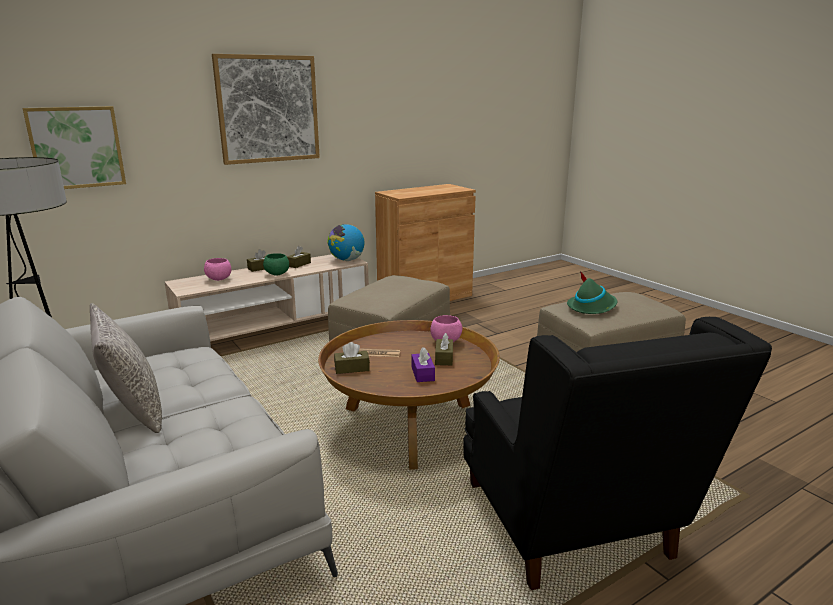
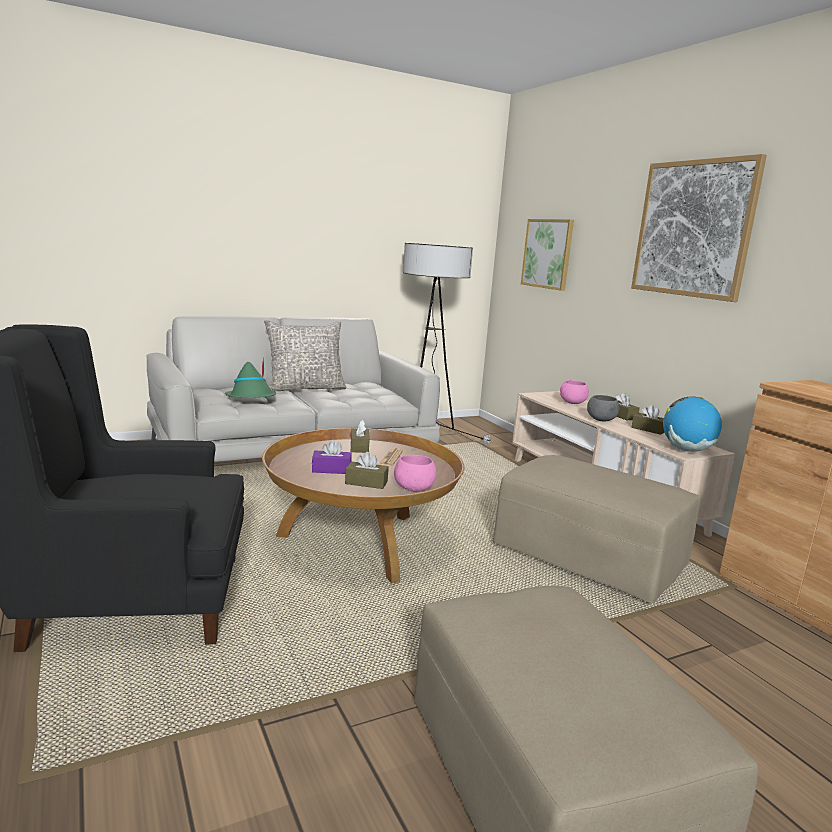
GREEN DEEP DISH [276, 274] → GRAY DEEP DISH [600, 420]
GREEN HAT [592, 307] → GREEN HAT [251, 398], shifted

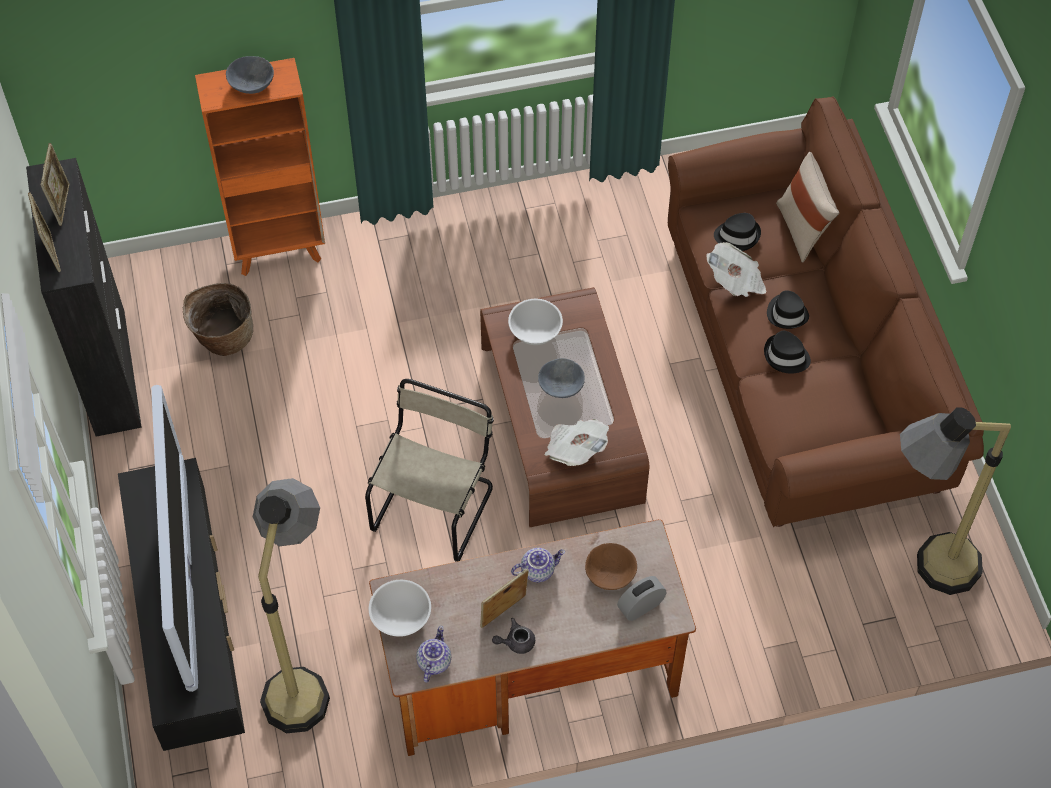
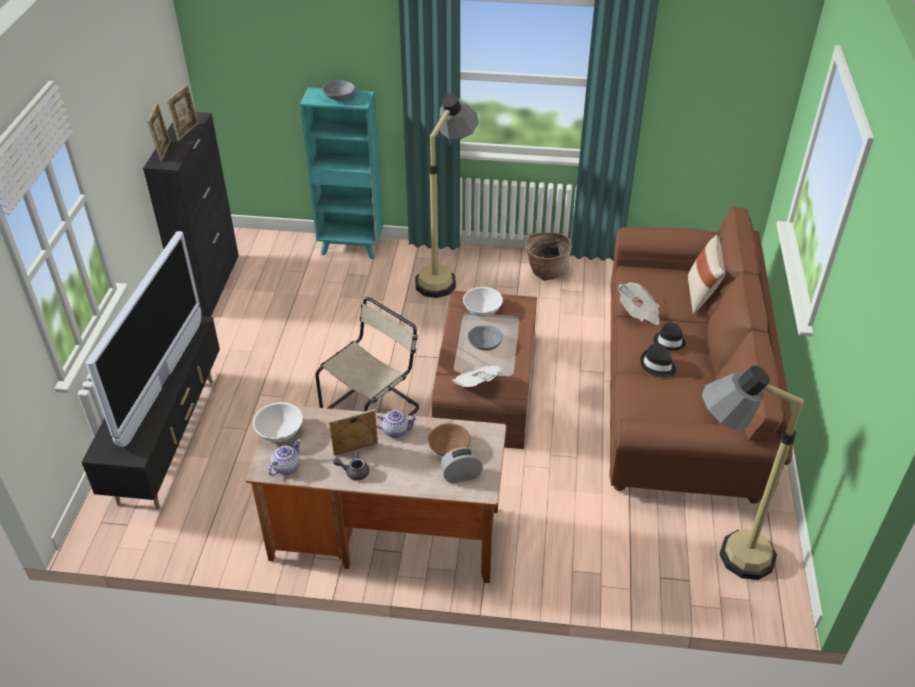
BASKET [223, 337] → BASKET [546, 271], shifted
ORANGE-COLOURED BOOKSHELF [280, 250] → BLUE-GREEN BOOKSHELF [351, 247]
STANDING LAMP [303, 672] → STANDING LAMP [445, 274], shifted
BLACK-COLOURED HAT [737, 235] → -

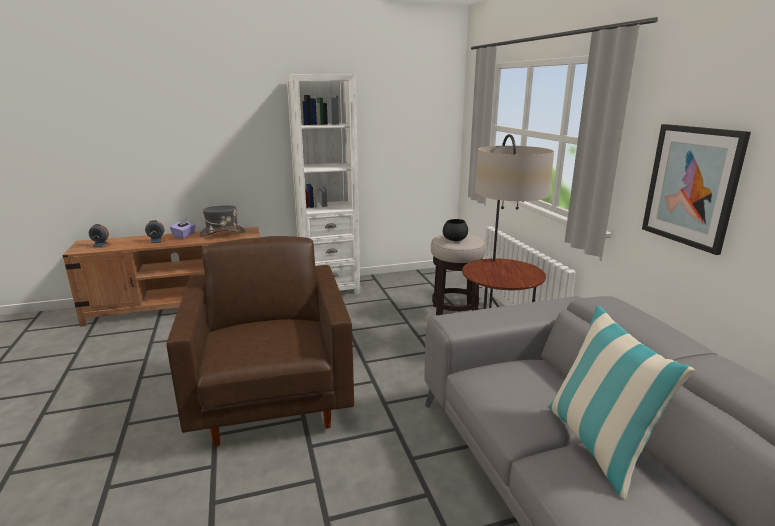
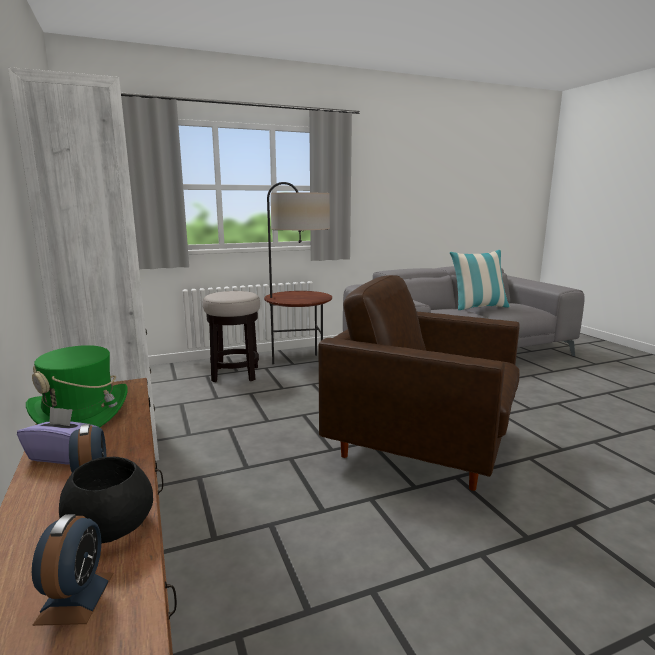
BROWN LOUNGE CHAIR [272, 399] → BROWN LOUNGE CHAIR [422, 446], 45 degrees clockwise
GRAY HAT [222, 233] → GREEN HAT [82, 413]
BLACK-COLOURED DEEP DISH [455, 239] → BLACK-COLOURED DEEP DISH [109, 526], shifted
PICTURE [691, 186] → -

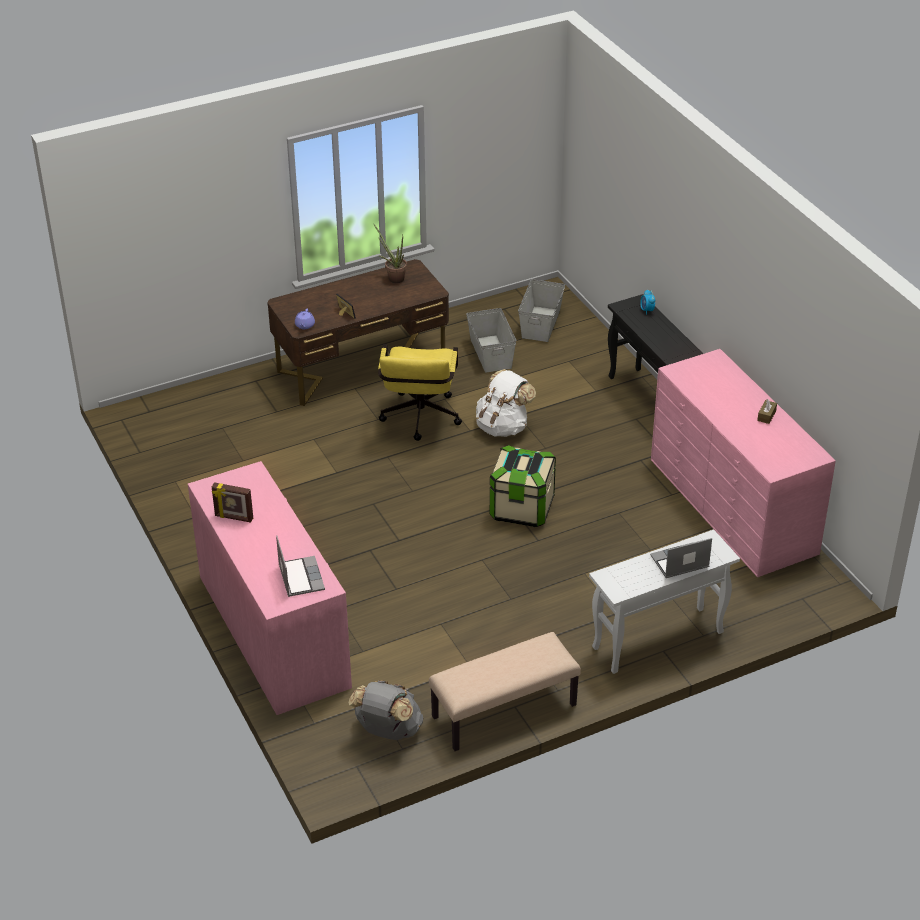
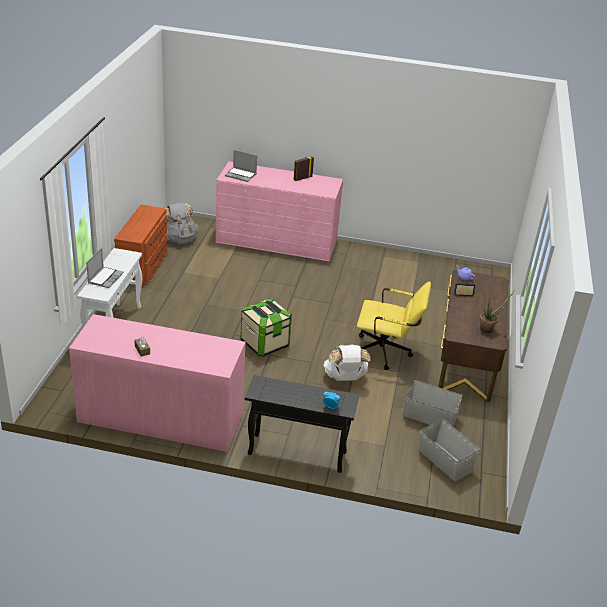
YELLOW-COLOURED OFFICE CHAIR [420, 420] → YELLOW-COLOURED OFFICE CHAIR [387, 352], 150 degrees clockwise
BEIGE-COLOURED INDOOR BENCH [504, 712] → BROWN DRESSER [144, 267]

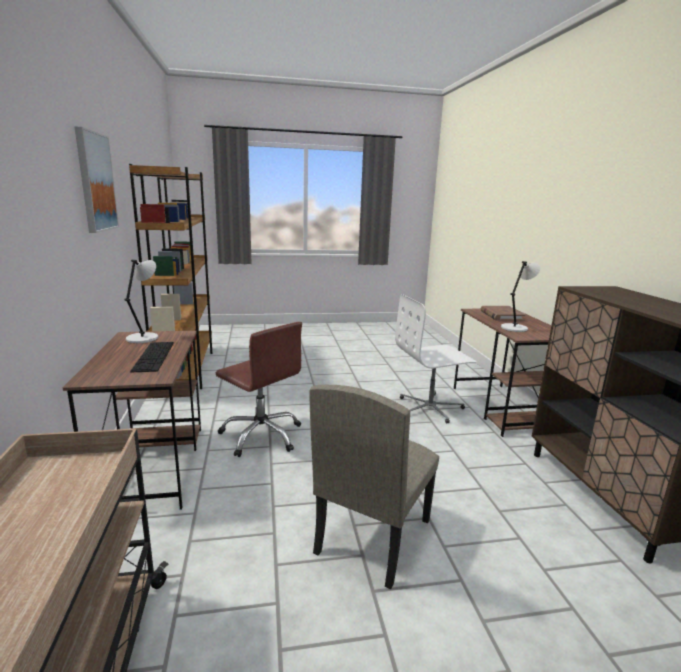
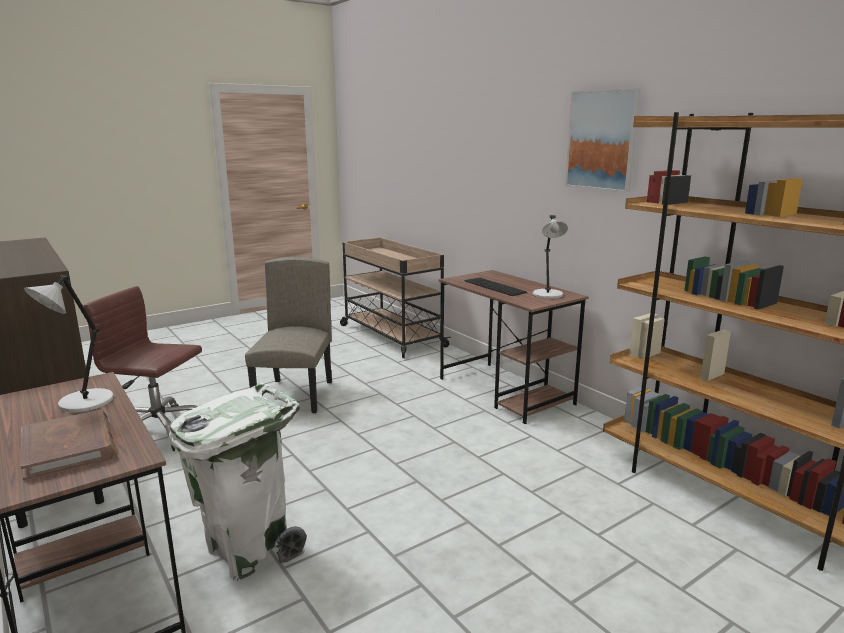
BROWN OFFICE CHAIR [262, 435] → BROWN OFFICE CHAIR [159, 431], shifted
WHITE-COLOURED OFFICE CHAIR [430, 408] → WHITE-COLOURED TRASH CAN [249, 550]

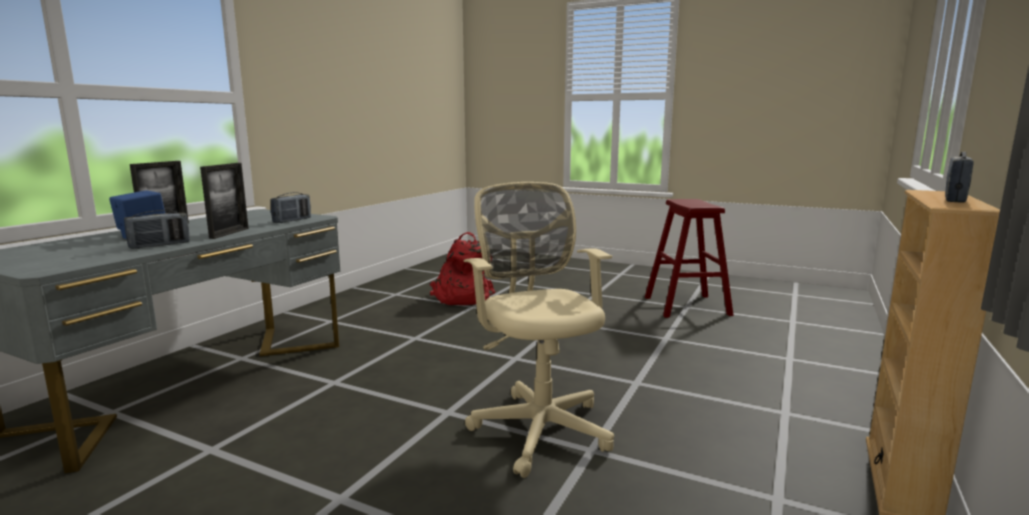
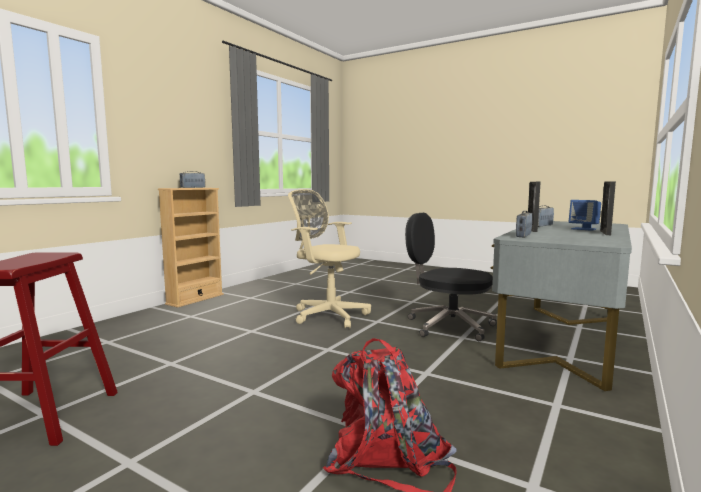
BEIGE-COLOURED OFFICE CHAIR [539, 426] → BEIGE-COLOURED OFFICE CHAIR [327, 315], 135 degrees clockwise
- → BLACK-COLOURED OFFICE CHAIR [448, 326]

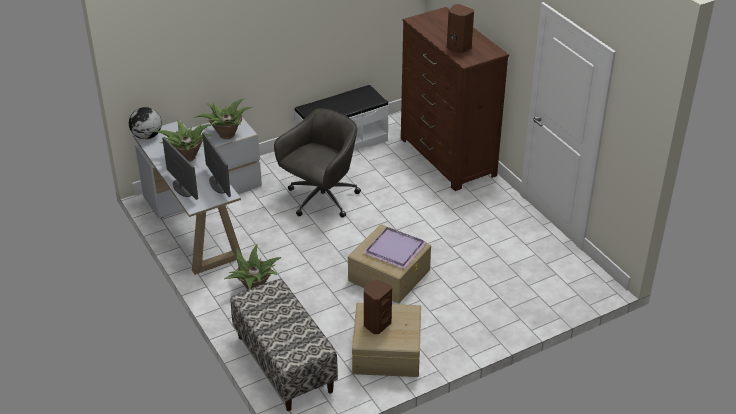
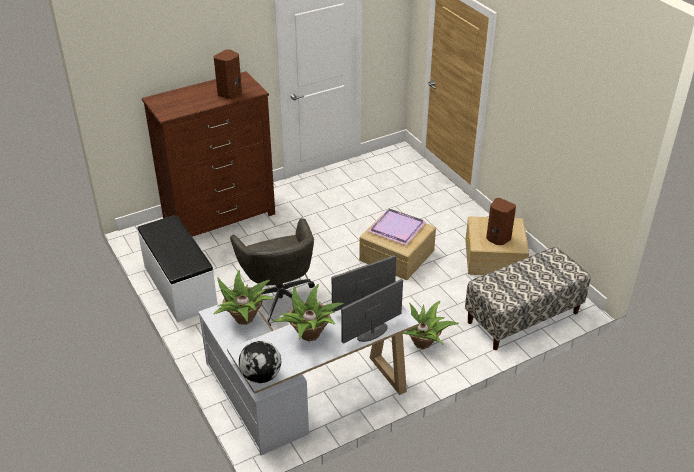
GRAY OFFICE CHAIR [321, 199] → GRAY OFFICE CHAIR [280, 300], 150 degrees counterclockwise

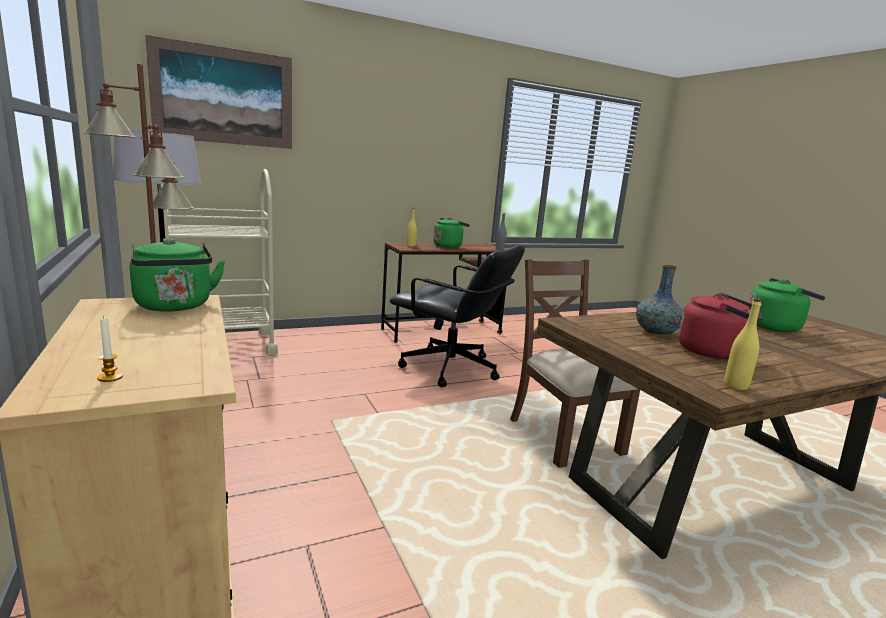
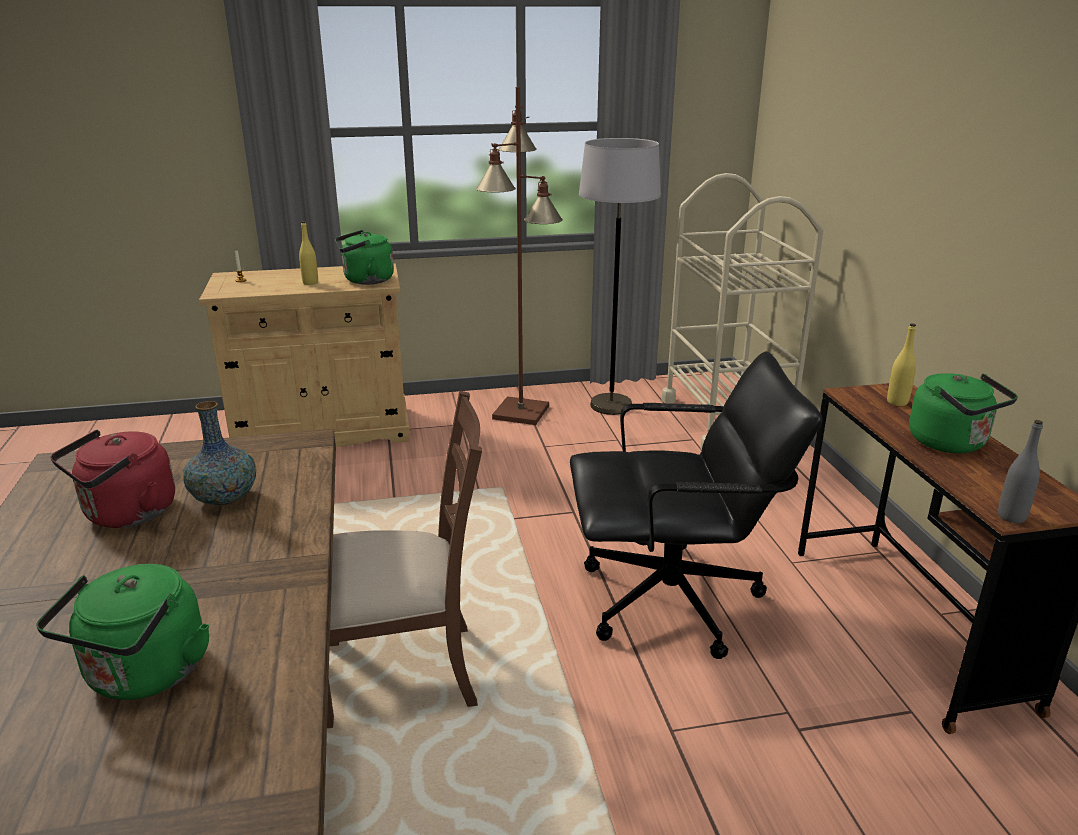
PICTURE [224, 96] → -
BLACK-COLOURED OFFICE CHAIR [451, 369] → BLACK-COLOURED OFFICE CHAIR [673, 601], 135 degrees counterclockwise
YELLOW-COLOURED BOTTLE [735, 386] → YELLOW-COLOURED BOTTLE [310, 283], shifted

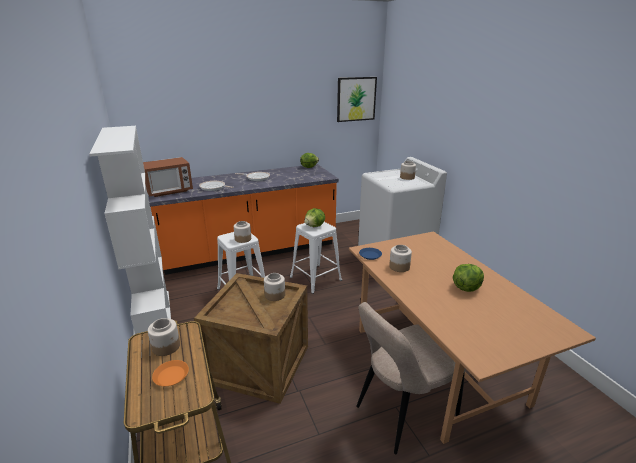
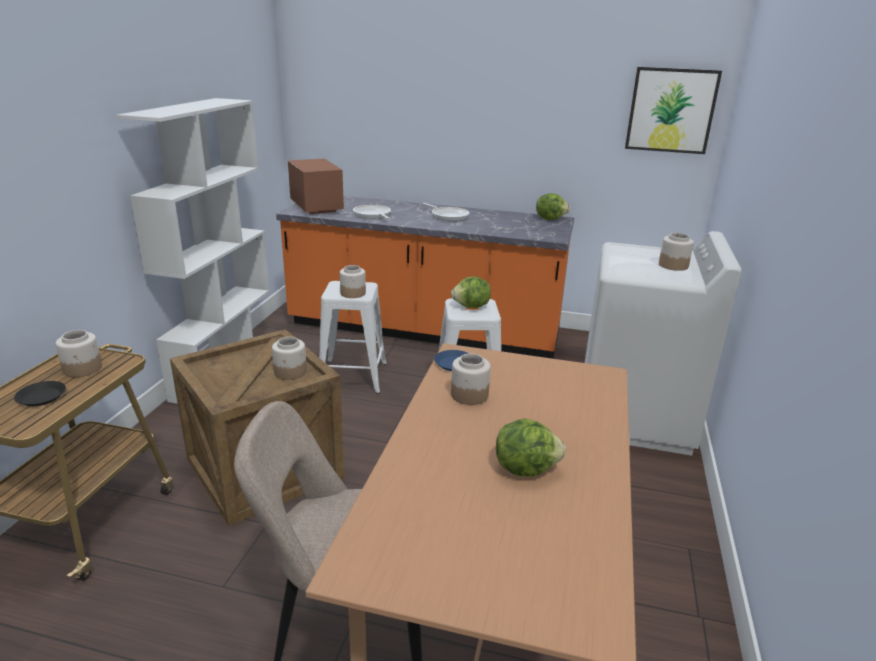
MICROWAVE [169, 191] → MICROWAVE [317, 207], 120 degrees counterclockwise
ORANGE-COLOURED PLATE [171, 376] → BLACK-COLOURED PLATE [41, 397]

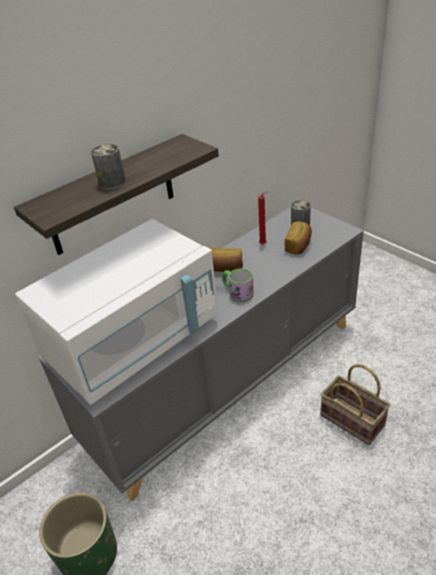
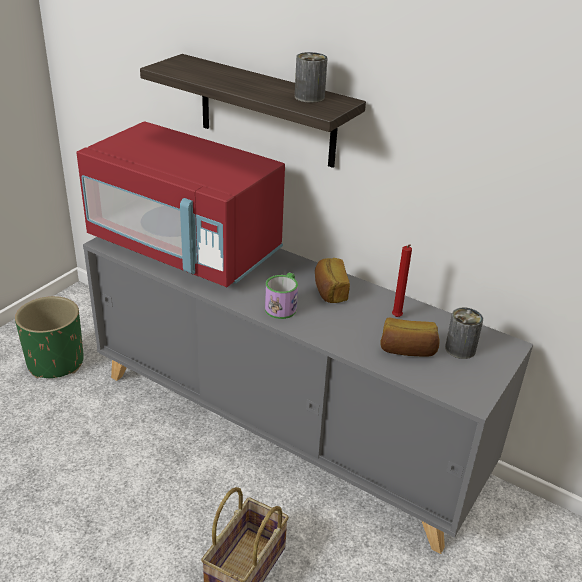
WHITE-COLOURED MICROWAVE [134, 341] → RED MICROWAVE [185, 248]
SEALED CAN [112, 182] → SEALED CAN [309, 97], shifted

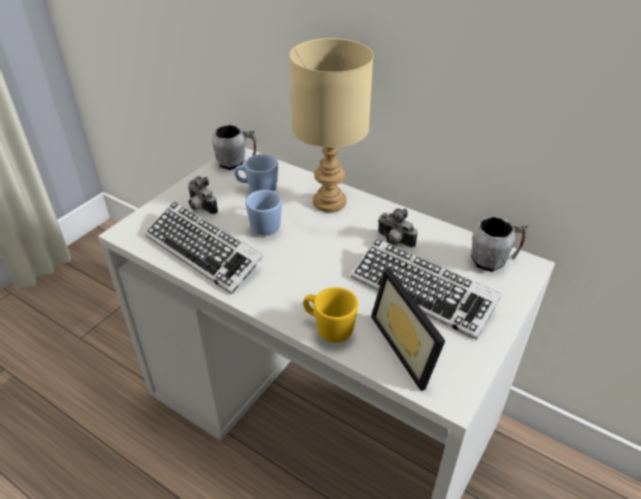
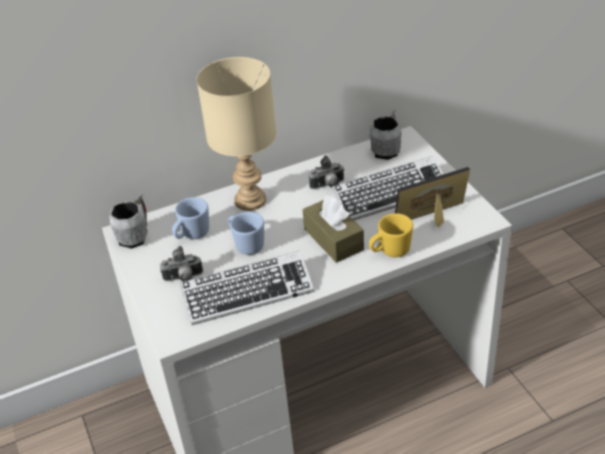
PICTURE FRAME [411, 346] → PICTURE FRAME [434, 220], 150 degrees clockwise
- → BROWN BOX OF TISSUES [333, 239]

